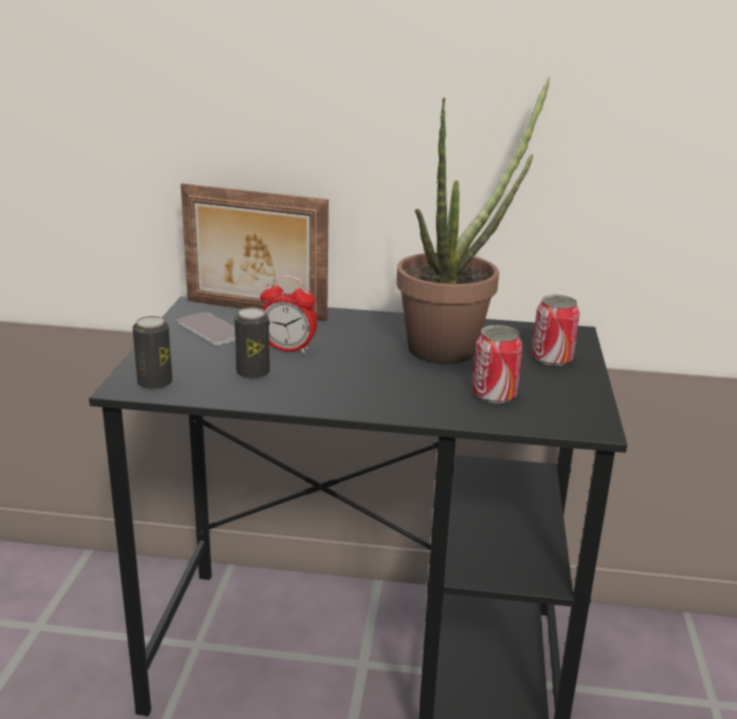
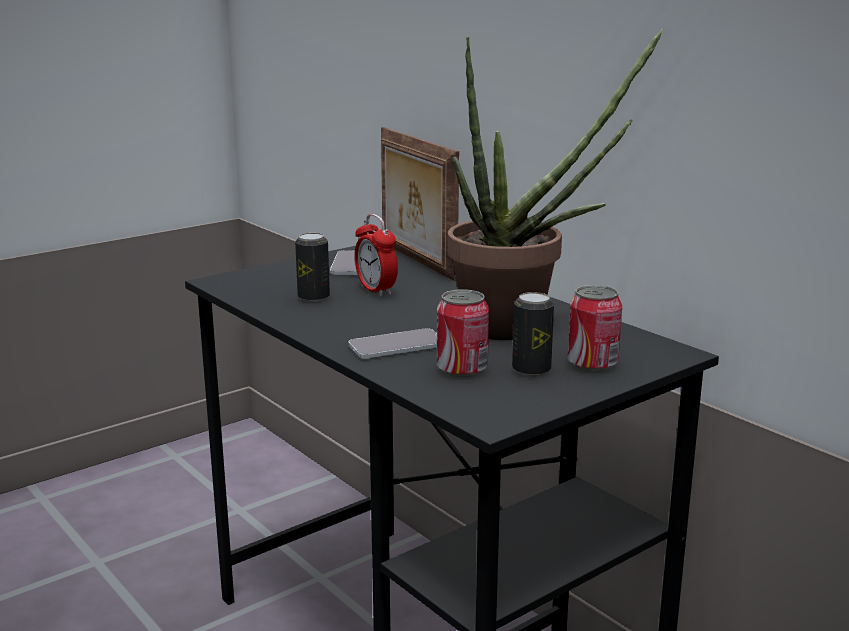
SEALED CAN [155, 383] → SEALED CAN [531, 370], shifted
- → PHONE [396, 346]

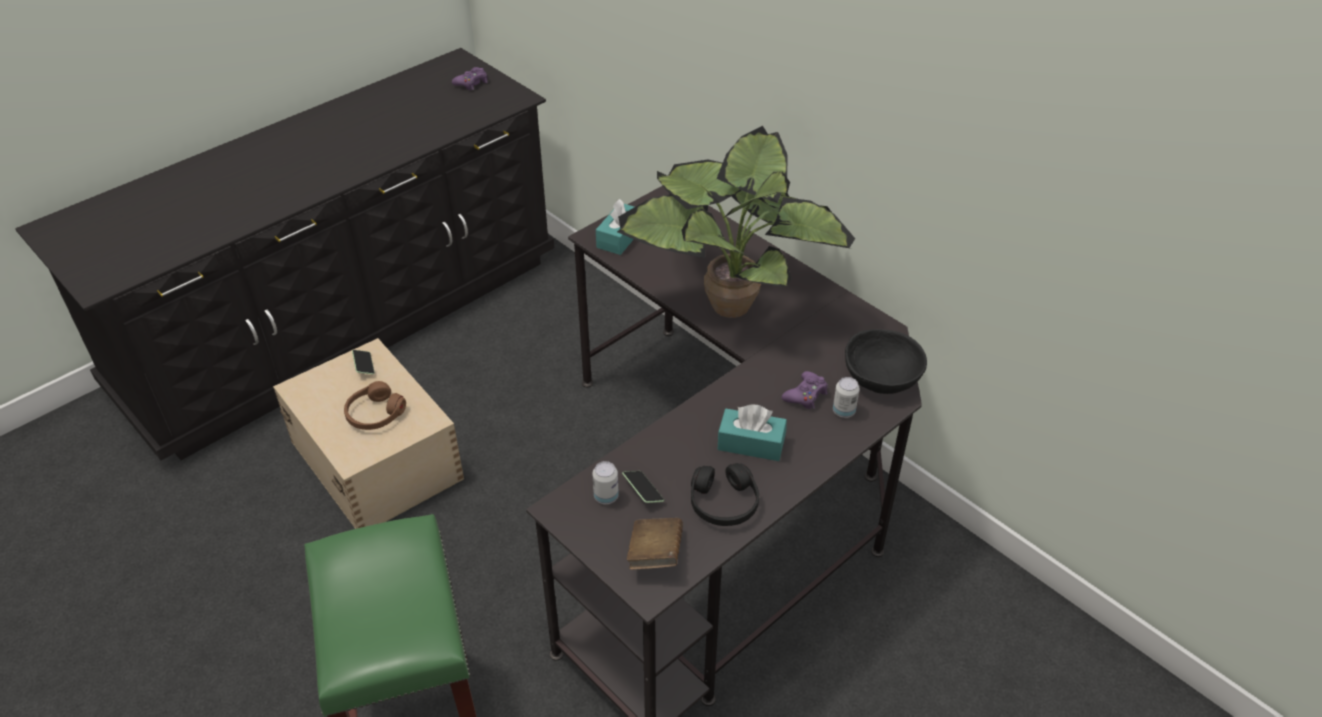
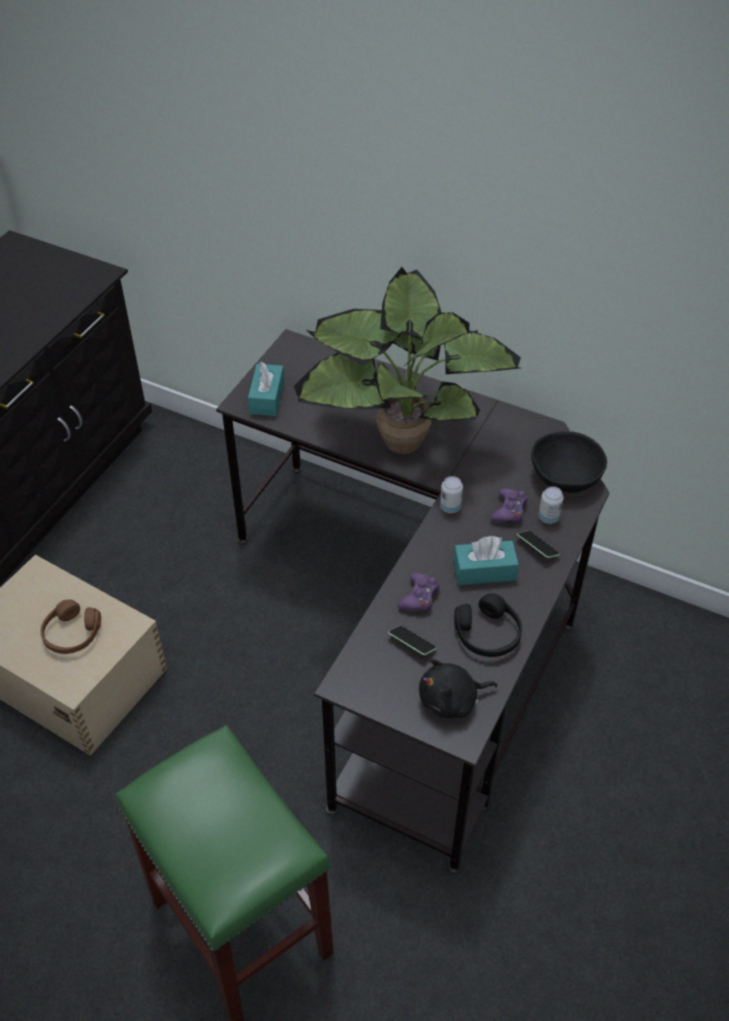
PHONE [364, 366] → PHONE [537, 548], shifted
PURPLE-COLOURED GAMEPAD [472, 83] → PURPLE-COLOURED GAMEPAD [419, 597], shifted
SEALED CAN [606, 497] → SEALED CAN [450, 507], shifted
BROWN BOUND BOOK [655, 554] → BLACK-COLOURED PLUSH TOY [451, 700]

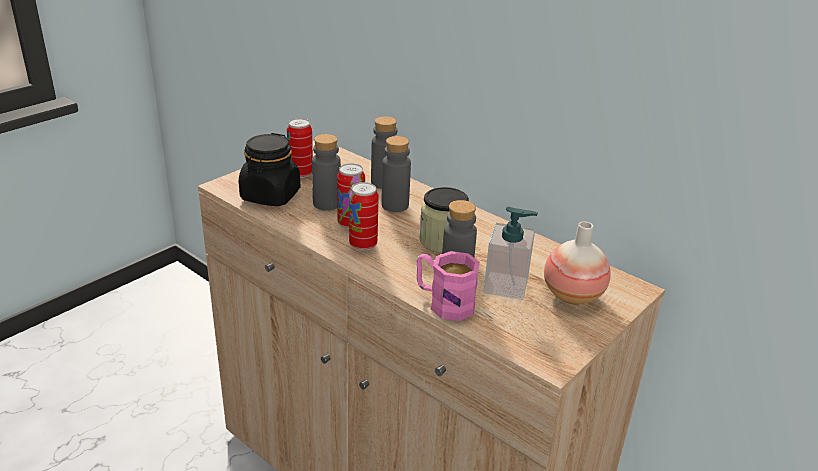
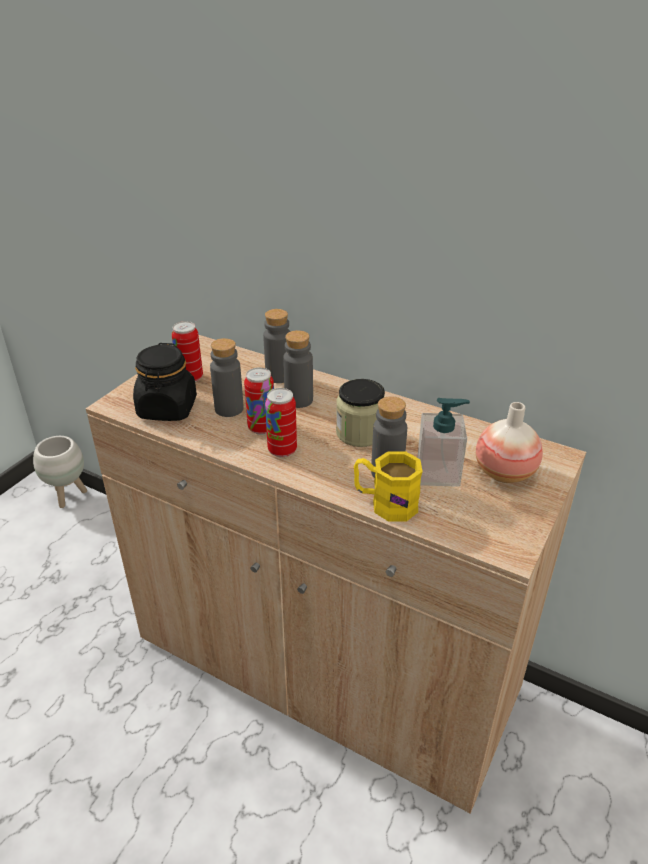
PINK TEA MUG [444, 303] → YELLOW-COLOURED TEA MUG [385, 503]
- → WHITE-COLOURED FLOWER POT [68, 496]

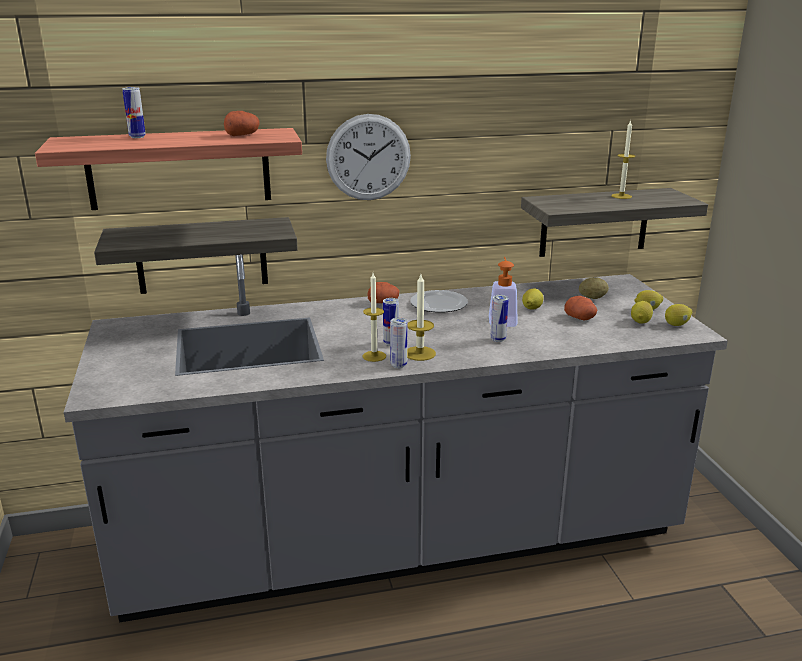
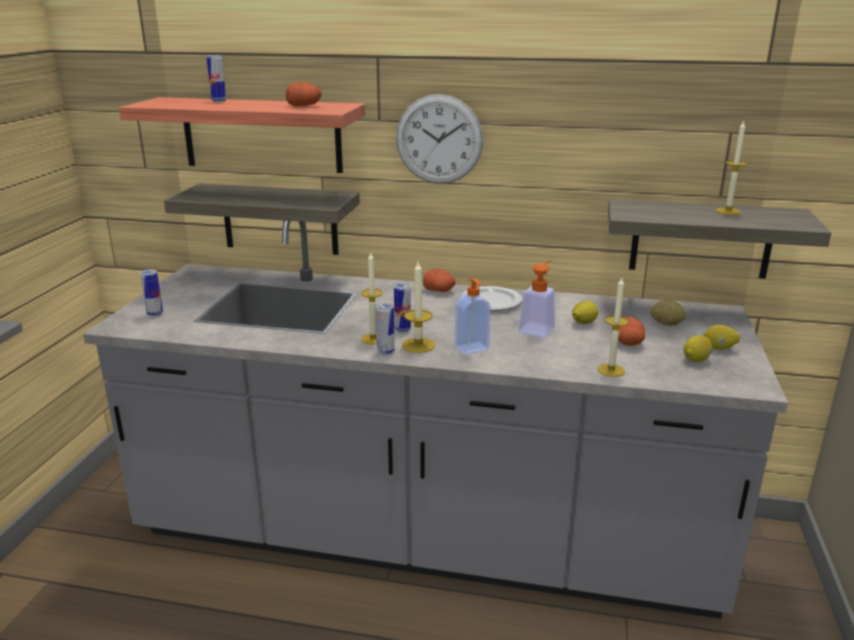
SEALED CAN [498, 339] → SEALED CAN [155, 314], shifted
LEMON [676, 324] → -
- → SOAP BOTTLE [472, 349]
- → WAX LIGHT [611, 370]

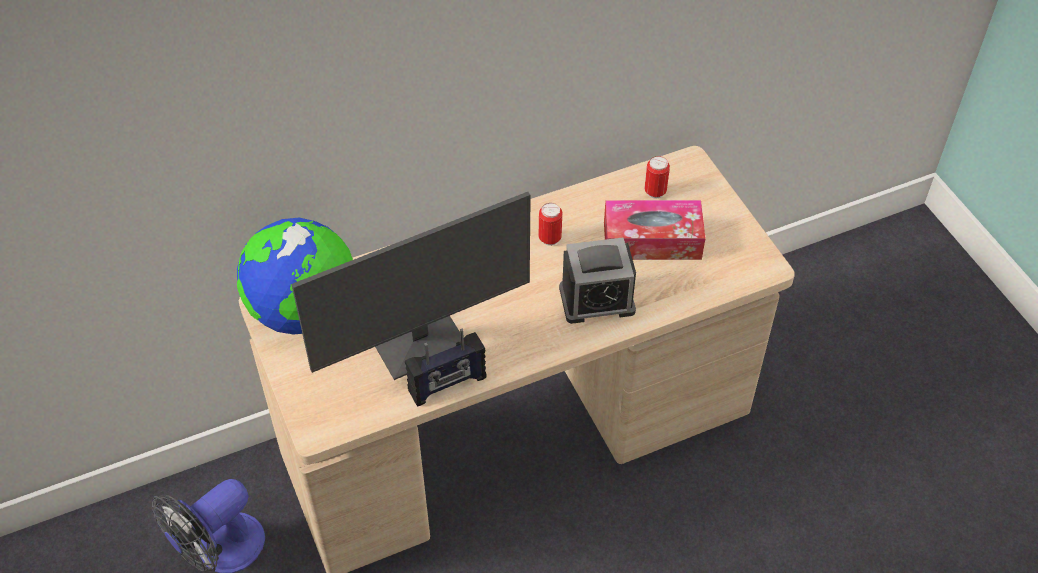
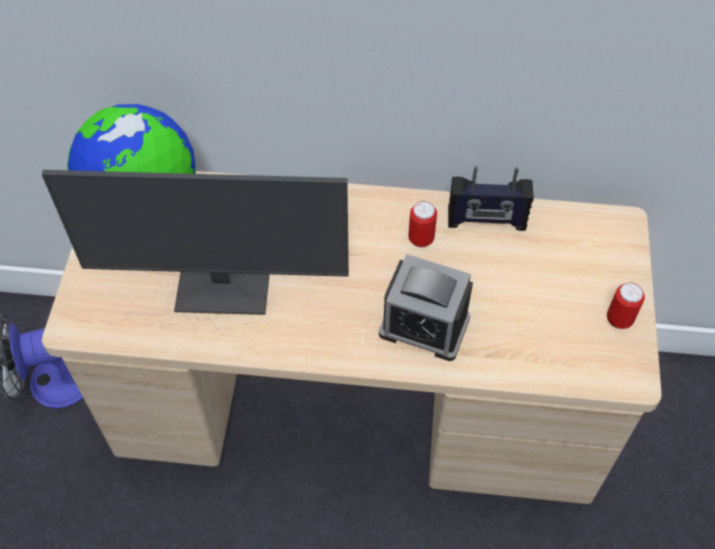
RADIO SET [447, 385] → RADIO SET [486, 221], shifted
BOX OF TISSUES [652, 240] → -
SEALED CAN [655, 192] → SEALED CAN [619, 320], shifted

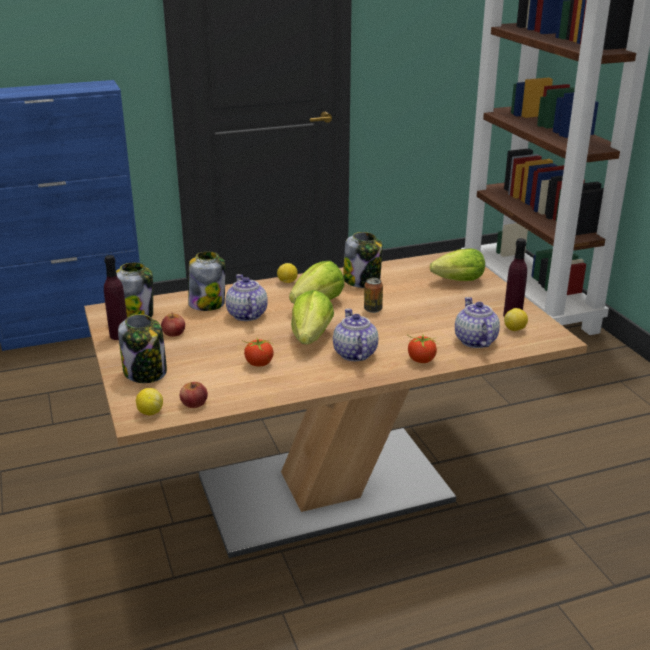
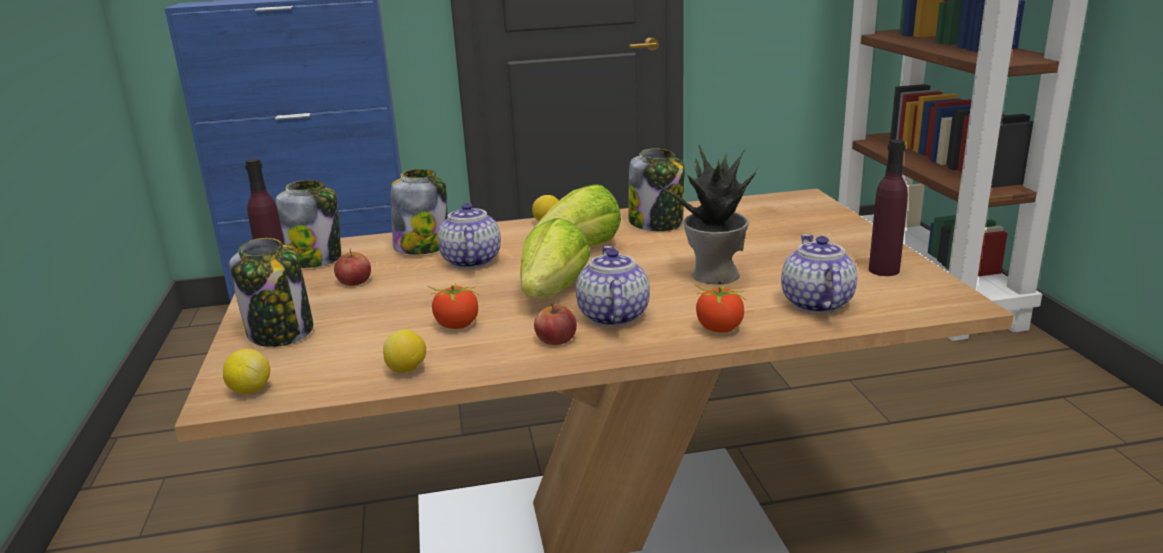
APPLE [194, 403] → APPLE [556, 339], shifted
SEALED CAN [373, 309] → -
LETTUCE [455, 281] → -
LEMON [515, 329] → LEMON [407, 370], shifted
- → PLANT IN A POT [714, 275]

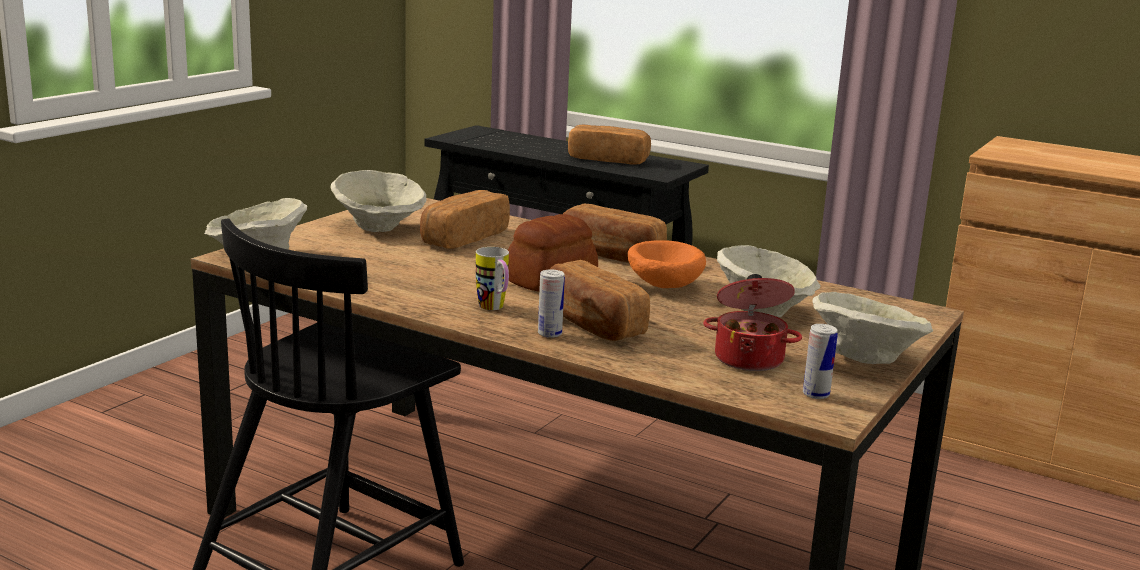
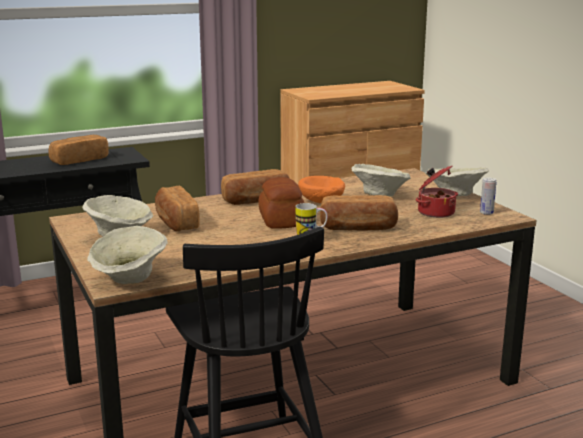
SEALED CAN [549, 334] → -

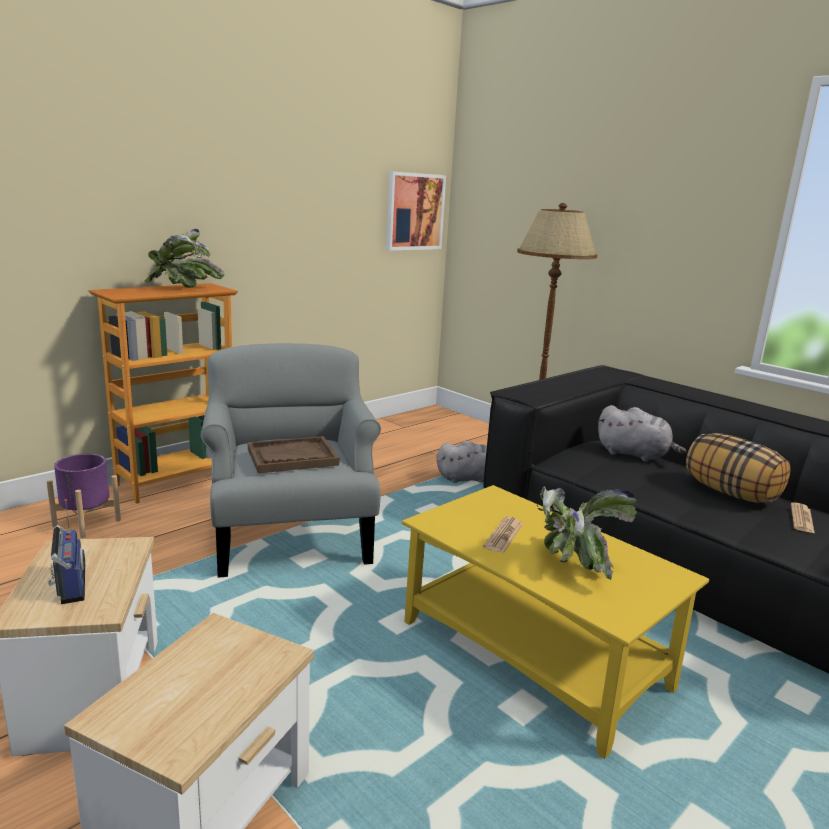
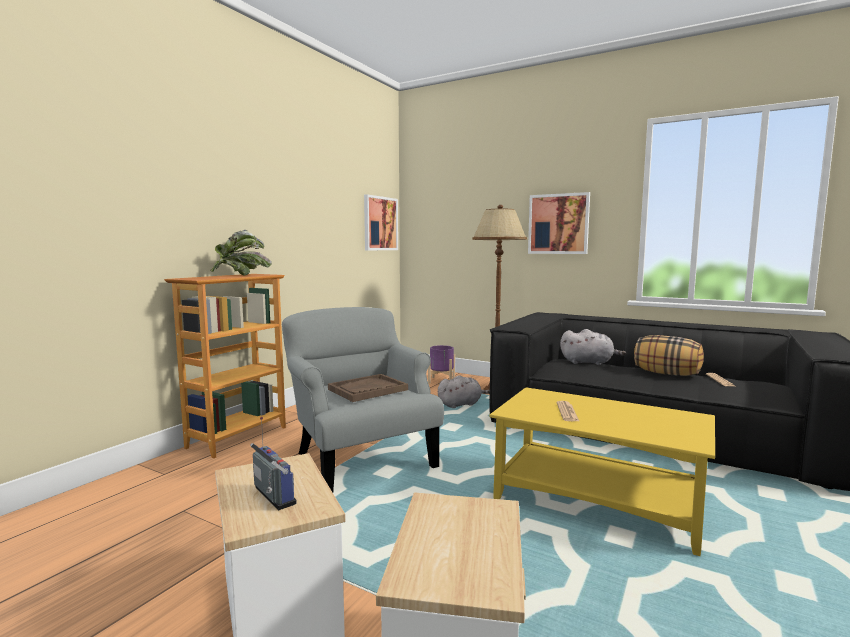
PURPLE-COLOURED FLOWER POT [86, 523] → PURPLE-COLOURED FLOWER POT [441, 380], shifted
PLANT IN A POT [571, 564] → -
- → PICTURE [558, 224]

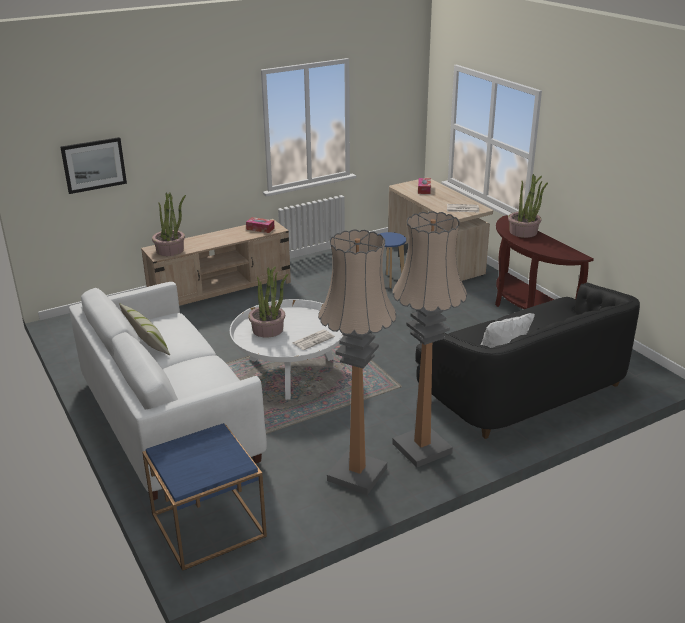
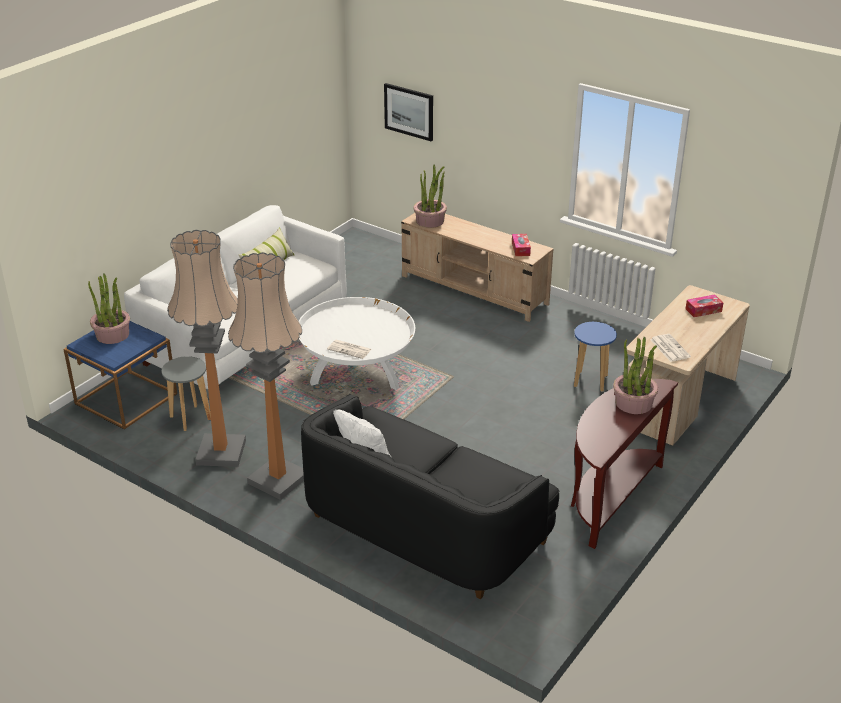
PLANT IN A POT [268, 329] → PLANT IN A POT [112, 335], shifted
- → GRAY STOOL SEAT [190, 418]

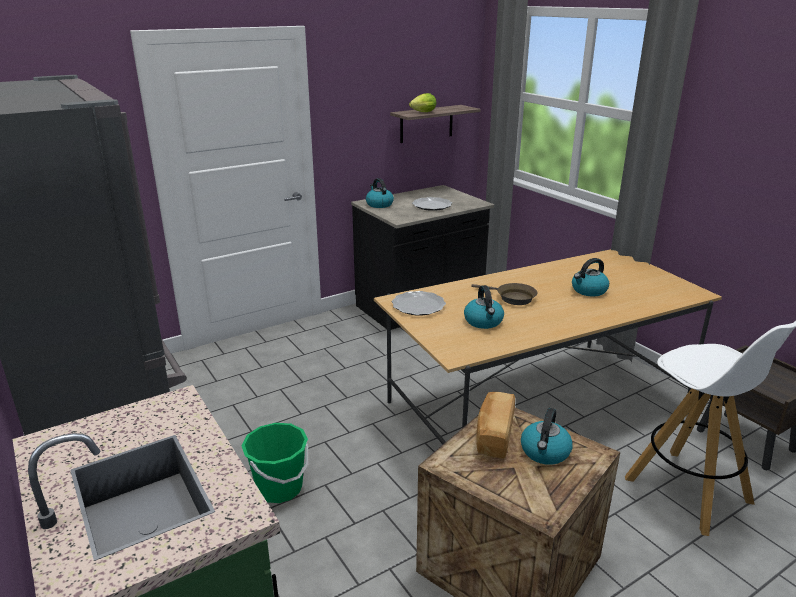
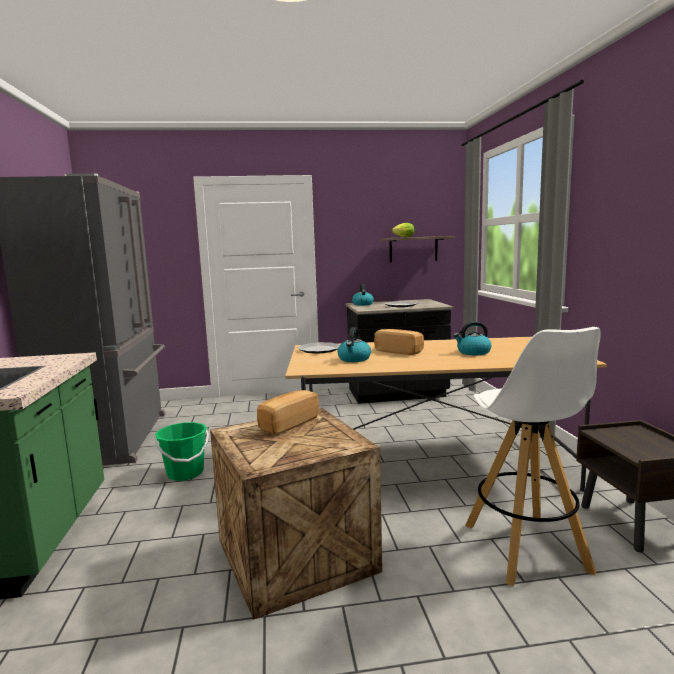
BROWN SKILLET [512, 298] → BAKED BREAD [399, 351]
WATER KETTLE [545, 452] → -

